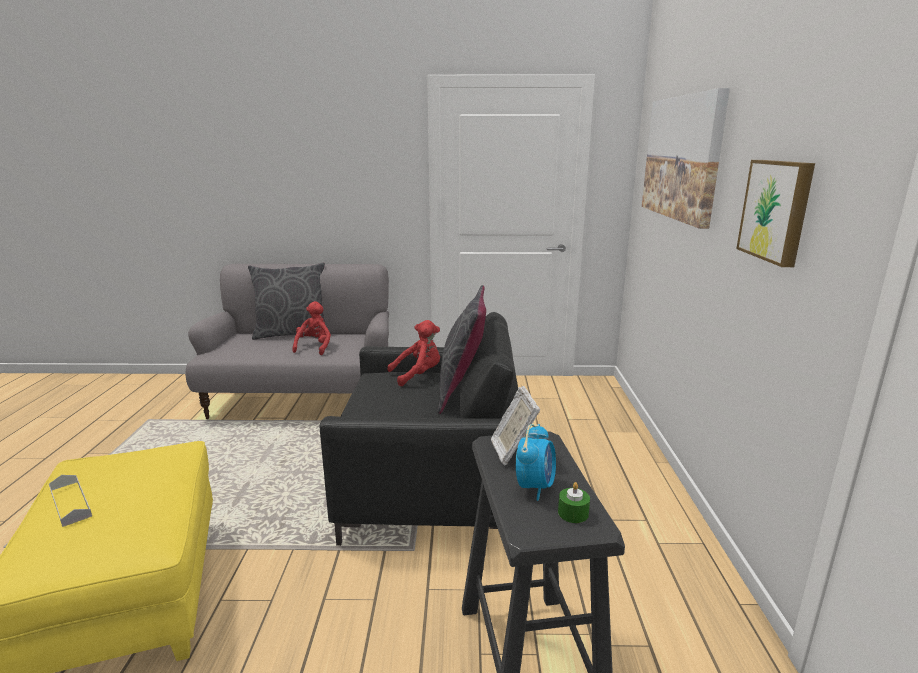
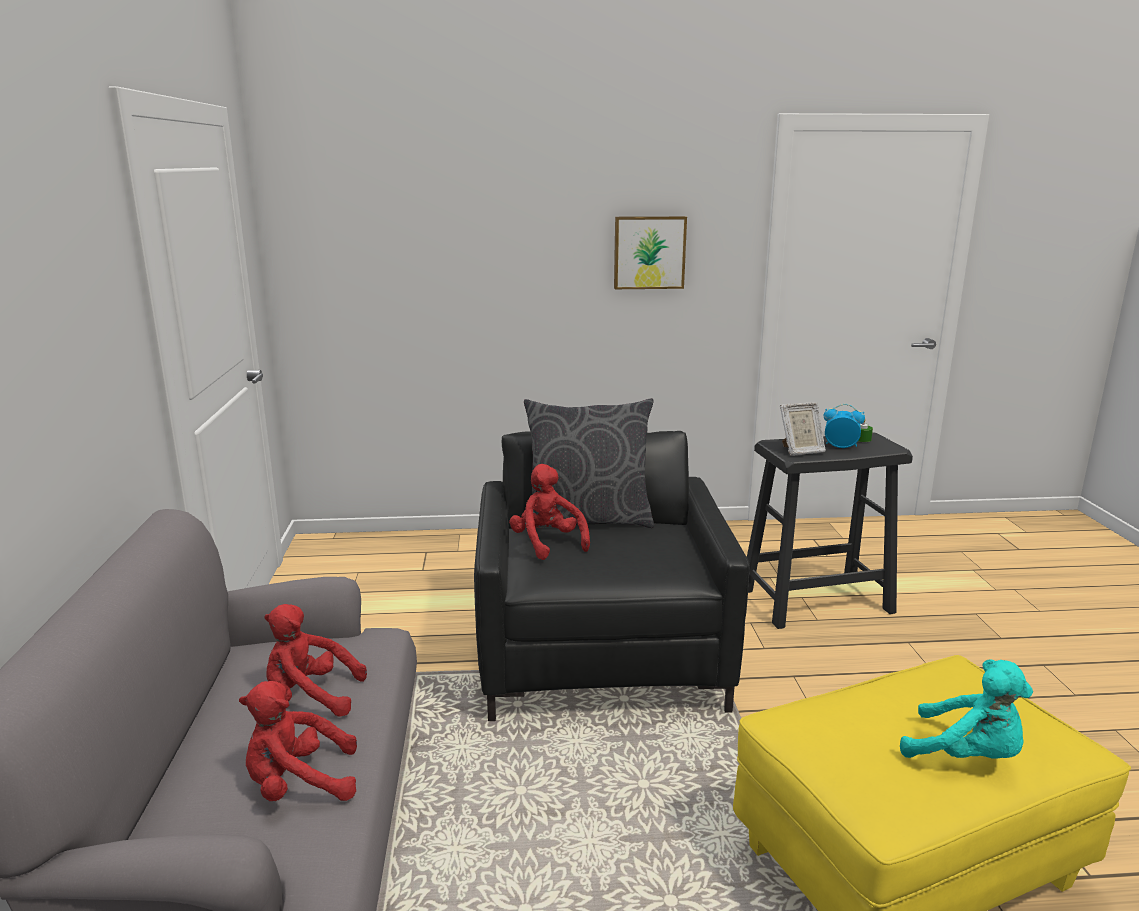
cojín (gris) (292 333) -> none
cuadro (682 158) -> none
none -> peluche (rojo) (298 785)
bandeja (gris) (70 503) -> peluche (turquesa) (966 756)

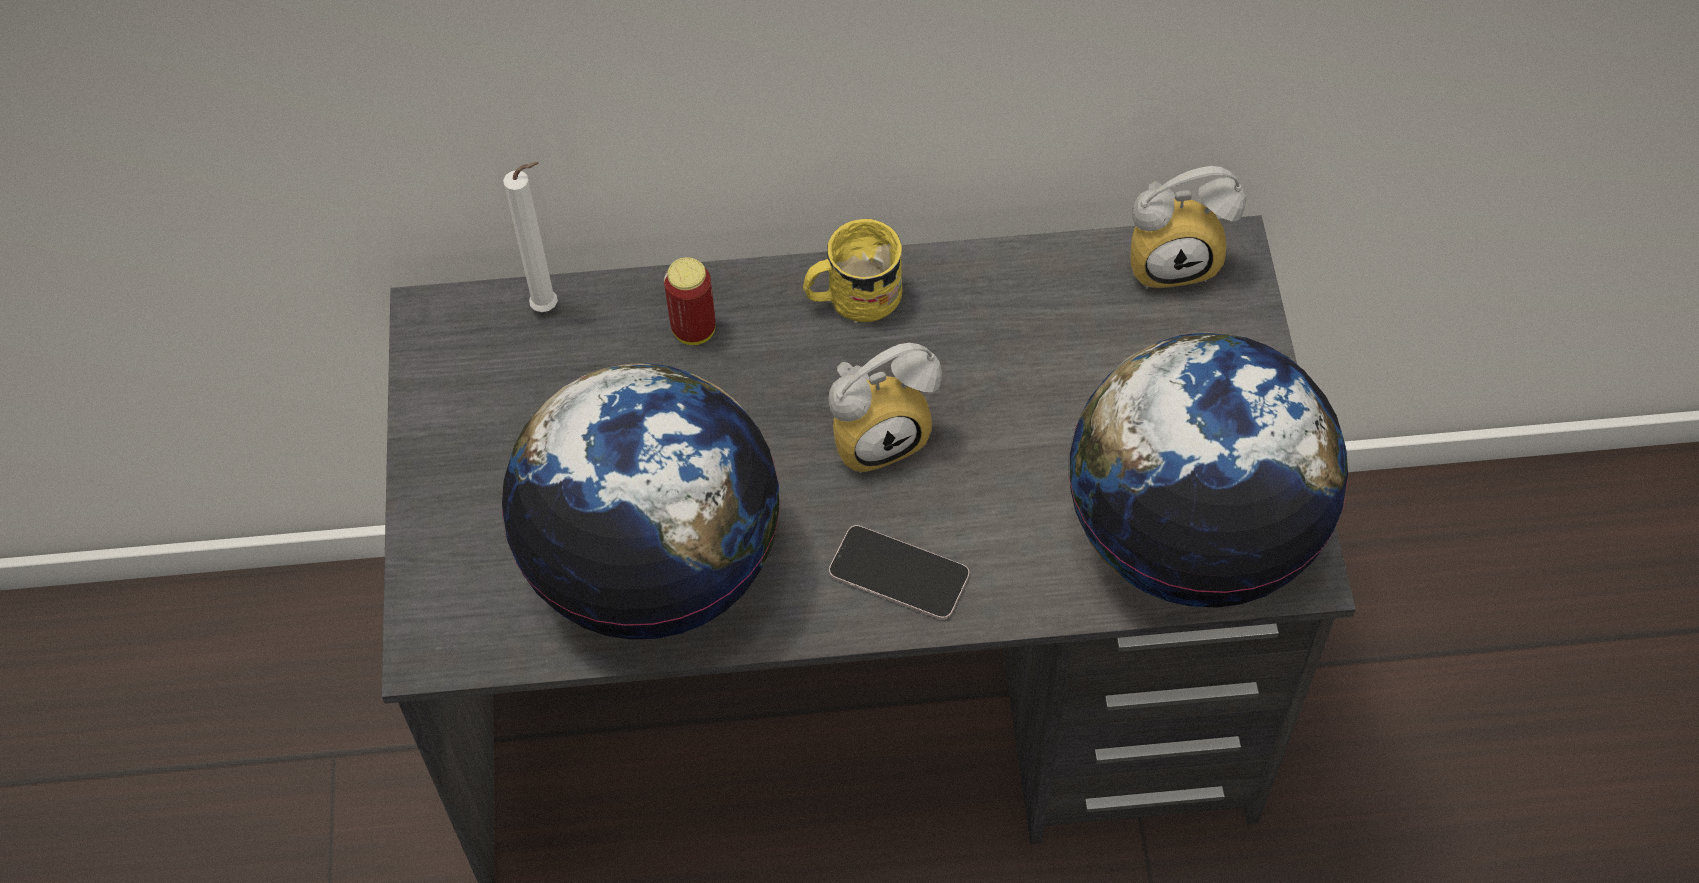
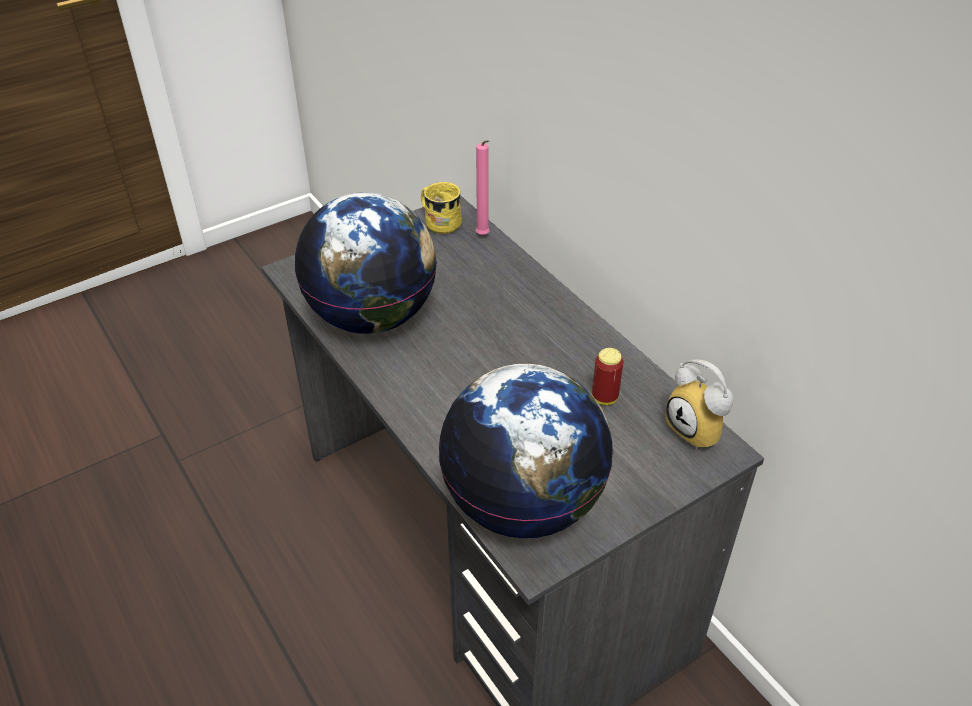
despertador (879 432) -> none
móvil (899 573) -> none
lata (693 330) -> lata (604 397), relocated
taza grande (amarillo) (852 298) -> taza grande (amarillo) (439 222), relocated
vela (blanco) (549 307) -> vela (rosa) (483 236)

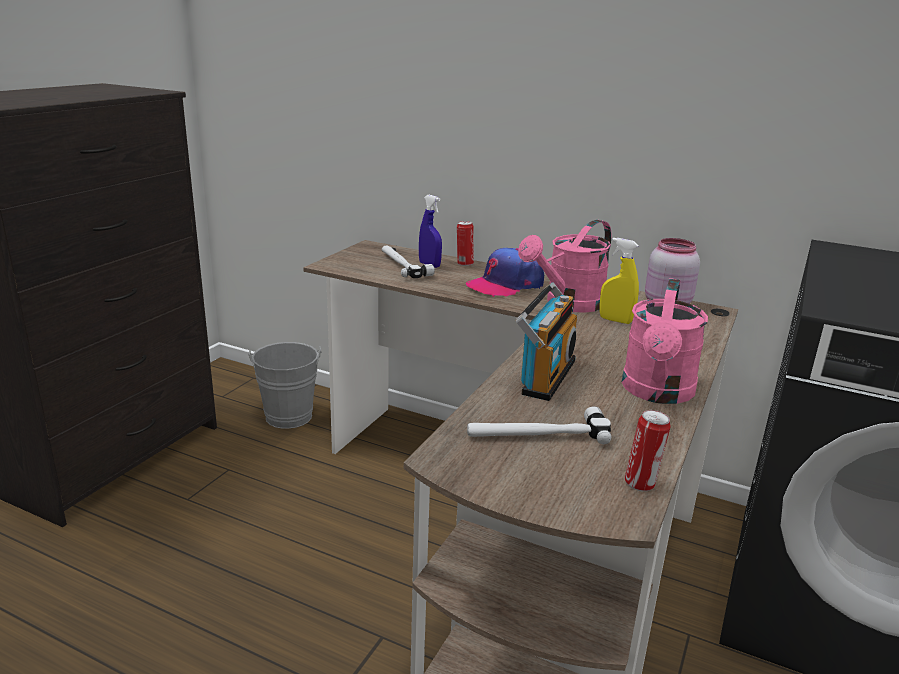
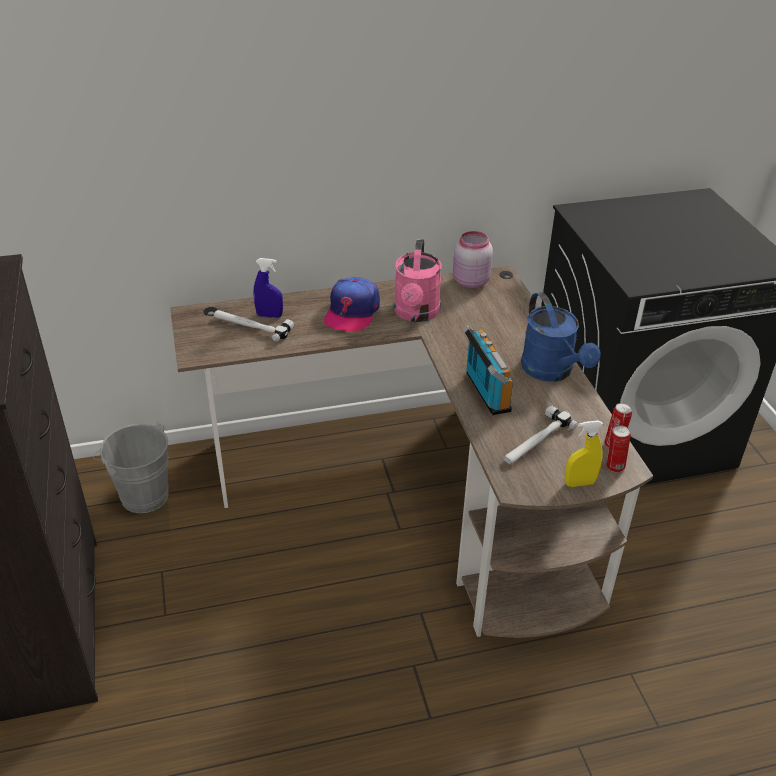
lata (464 264) -> lata (614 467), relocated
pulverizador (amarillo) (615 320) -> pulverizador (amarillo) (579 483), relocated
regadera (rosa) (657 393) -> regadera (azul) (552 372)

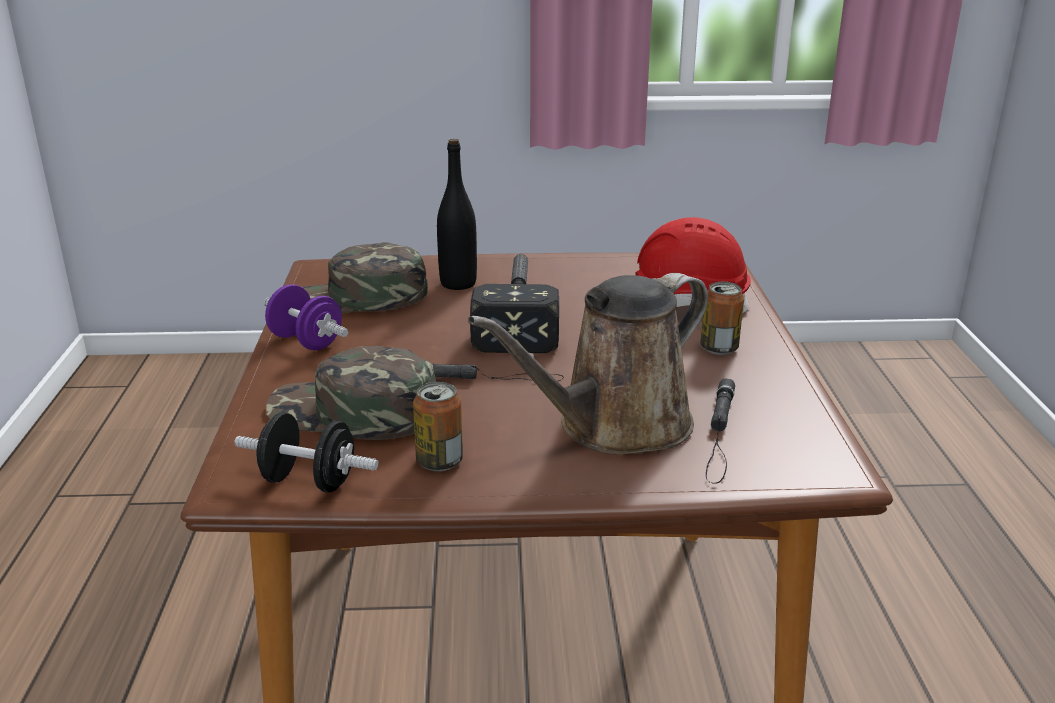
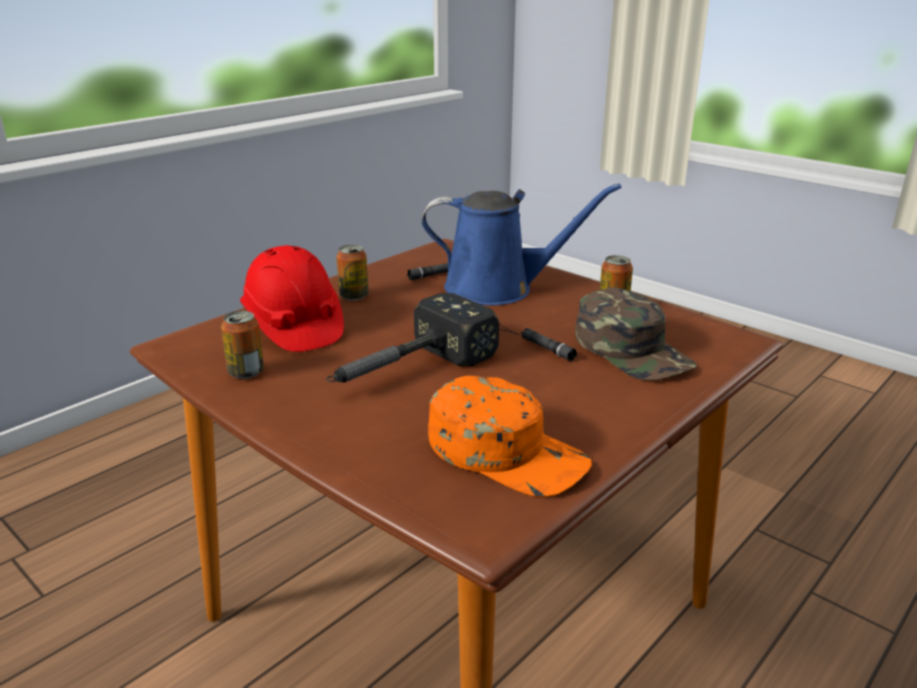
mancuerna (negro) (309 481) -> none
mancuerna (morado) (306 342) -> none
botella (negro) (458 283) -> none
none -> lata (246 372)
gorra (verde) (357 298) -> gorra (naranja) (507 452)
regadera (marrón) (615 427) -> regadera (azul) (498 288)

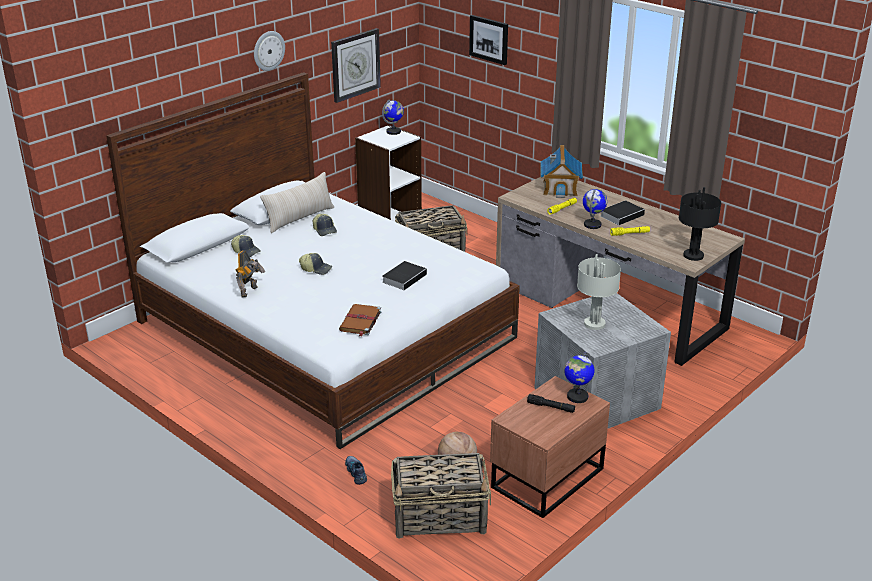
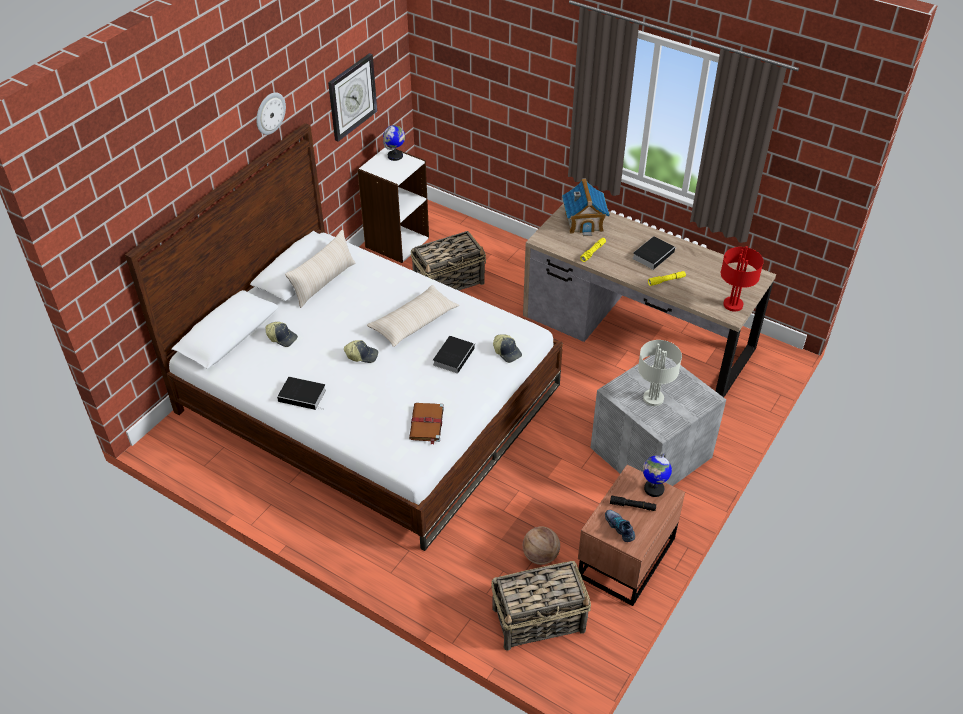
cuadro (489 39) -> none
globo terráqueo (592 225) -> none
none -> cojín (beis) (414 322)
gorra (325 230) -> gorra (507 352), relocated
zapato (356 472) -> zapato (620 527), relocated
robot de juguete (250 292) -> libro (304 395)
lámpara de mesa (negro) (693 256) -> lámpara de mesa (rojo) (733 305)

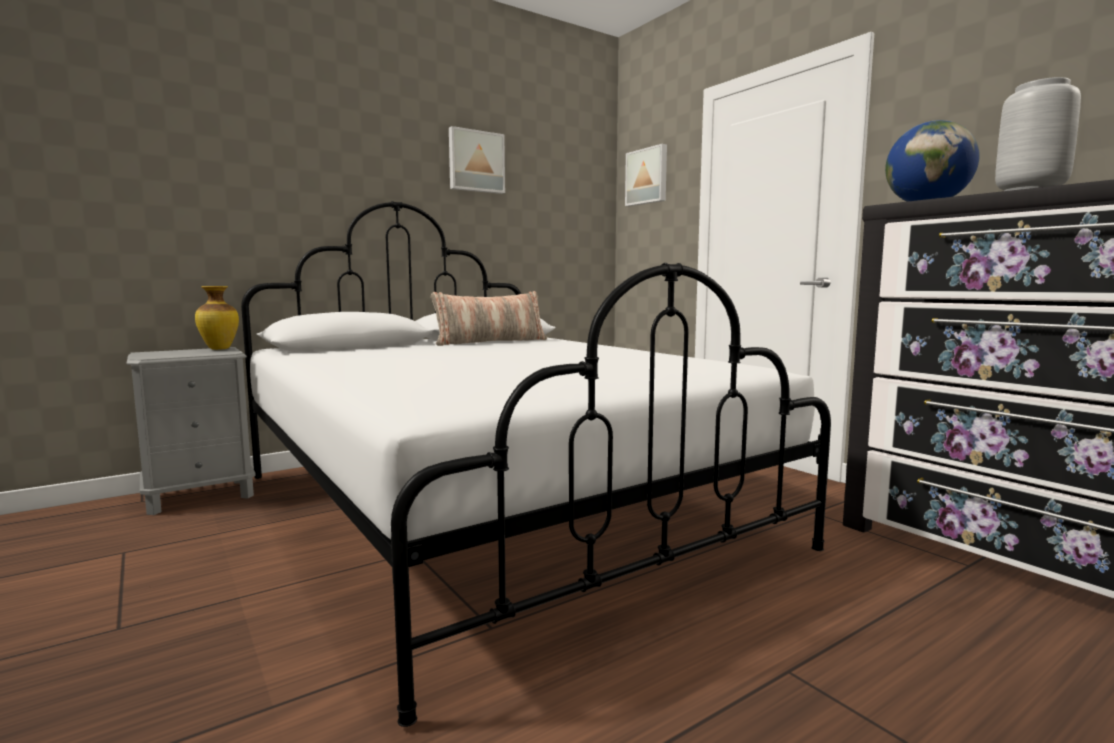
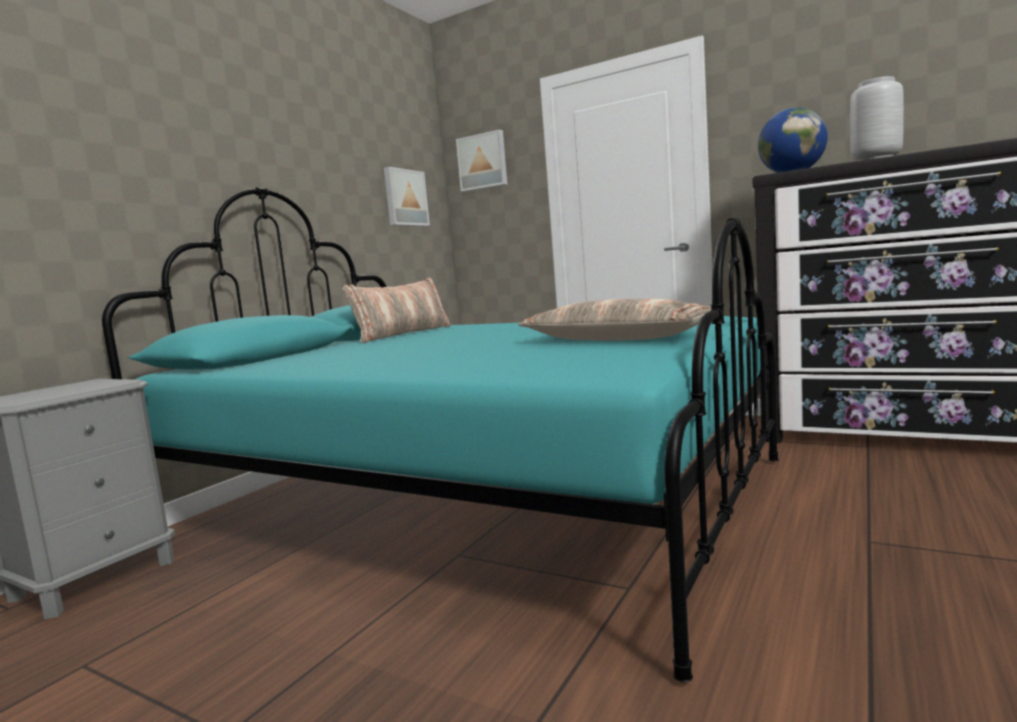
florero (218 349) -> none
none -> cojín (616 339)
cuadro (476 161) -> cuadro (405 198), relocated
cama (blanco) (493 509) -> cama (turquesa) (477 500)

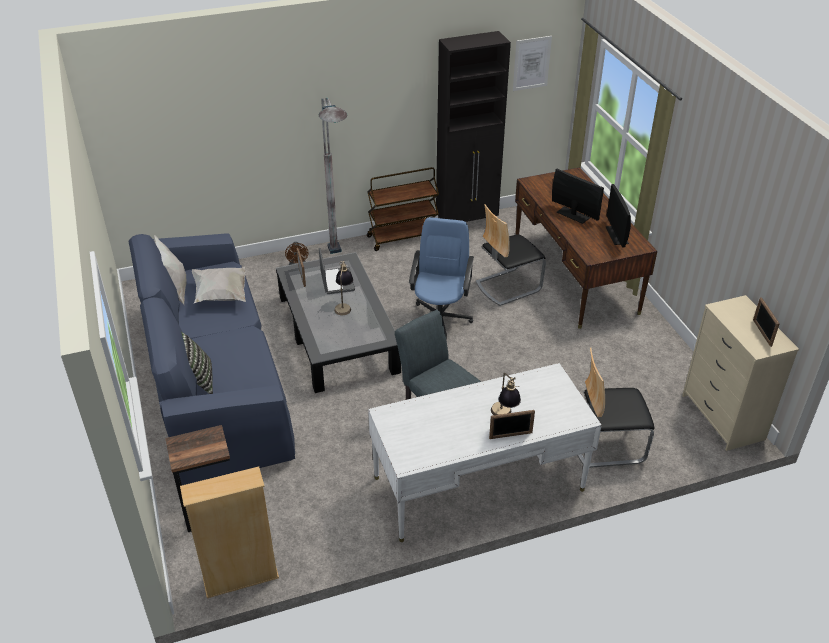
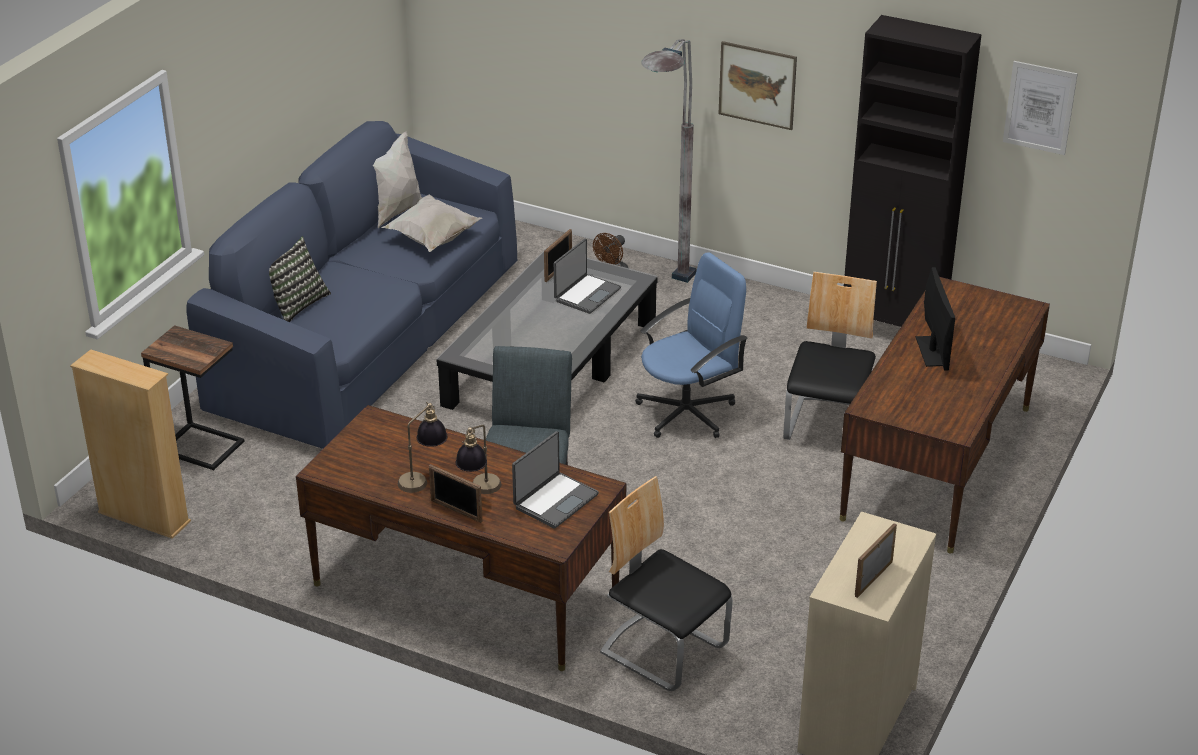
carrito (marrón) (403 237) -> none
monitor (616 235) -> none
none -> portátil (555 500)
none -> cuadro (757 85)
lámpara de mesa (344 305) -> lámpara de mesa (423 478), relocated
escritorio (blanco) (479 484) -> escritorio (marrón) (465 590)
silla (508 286) -> silla (828 425), 90 degrees clockwise

